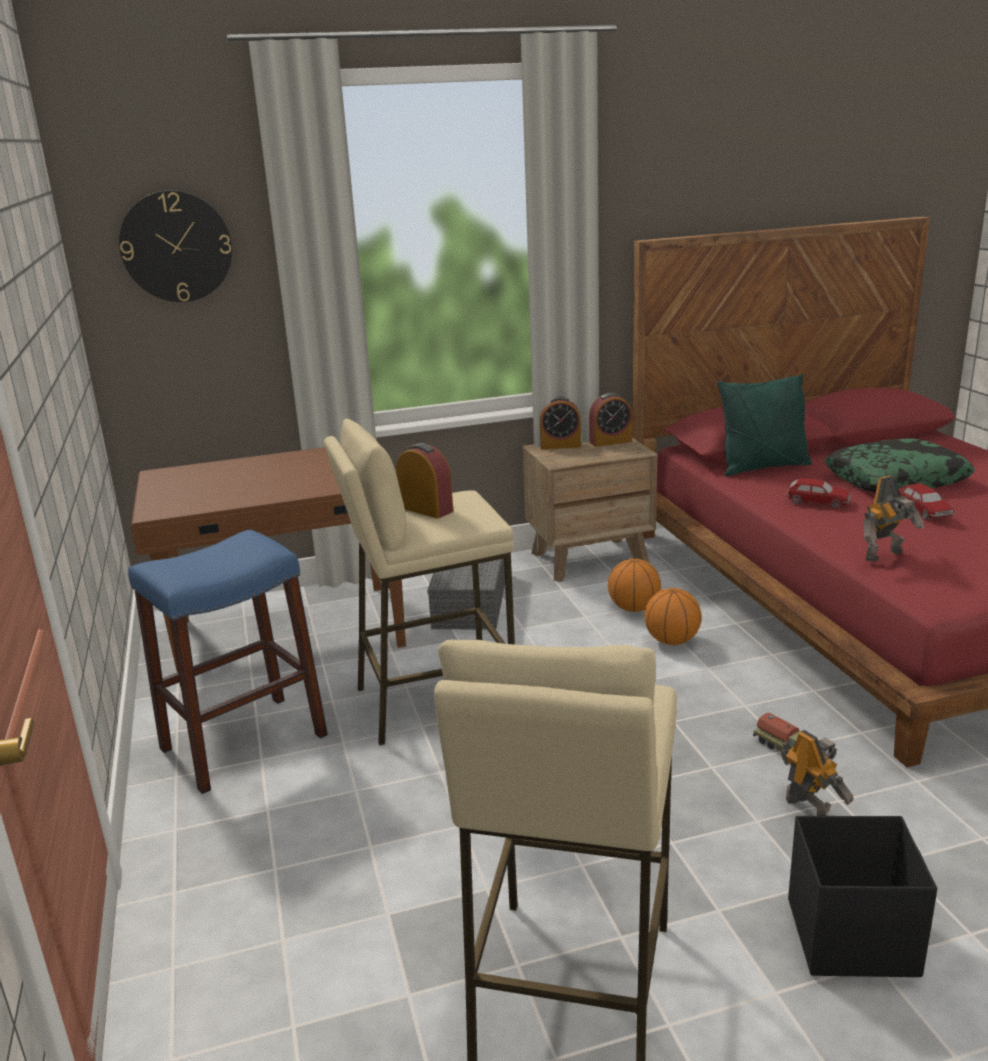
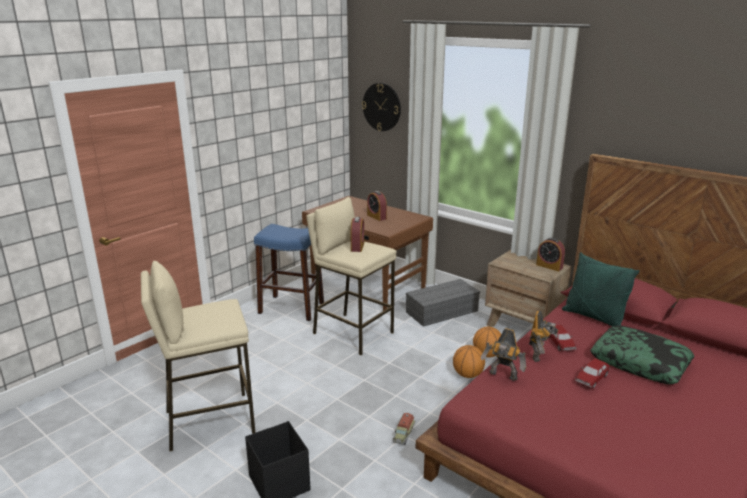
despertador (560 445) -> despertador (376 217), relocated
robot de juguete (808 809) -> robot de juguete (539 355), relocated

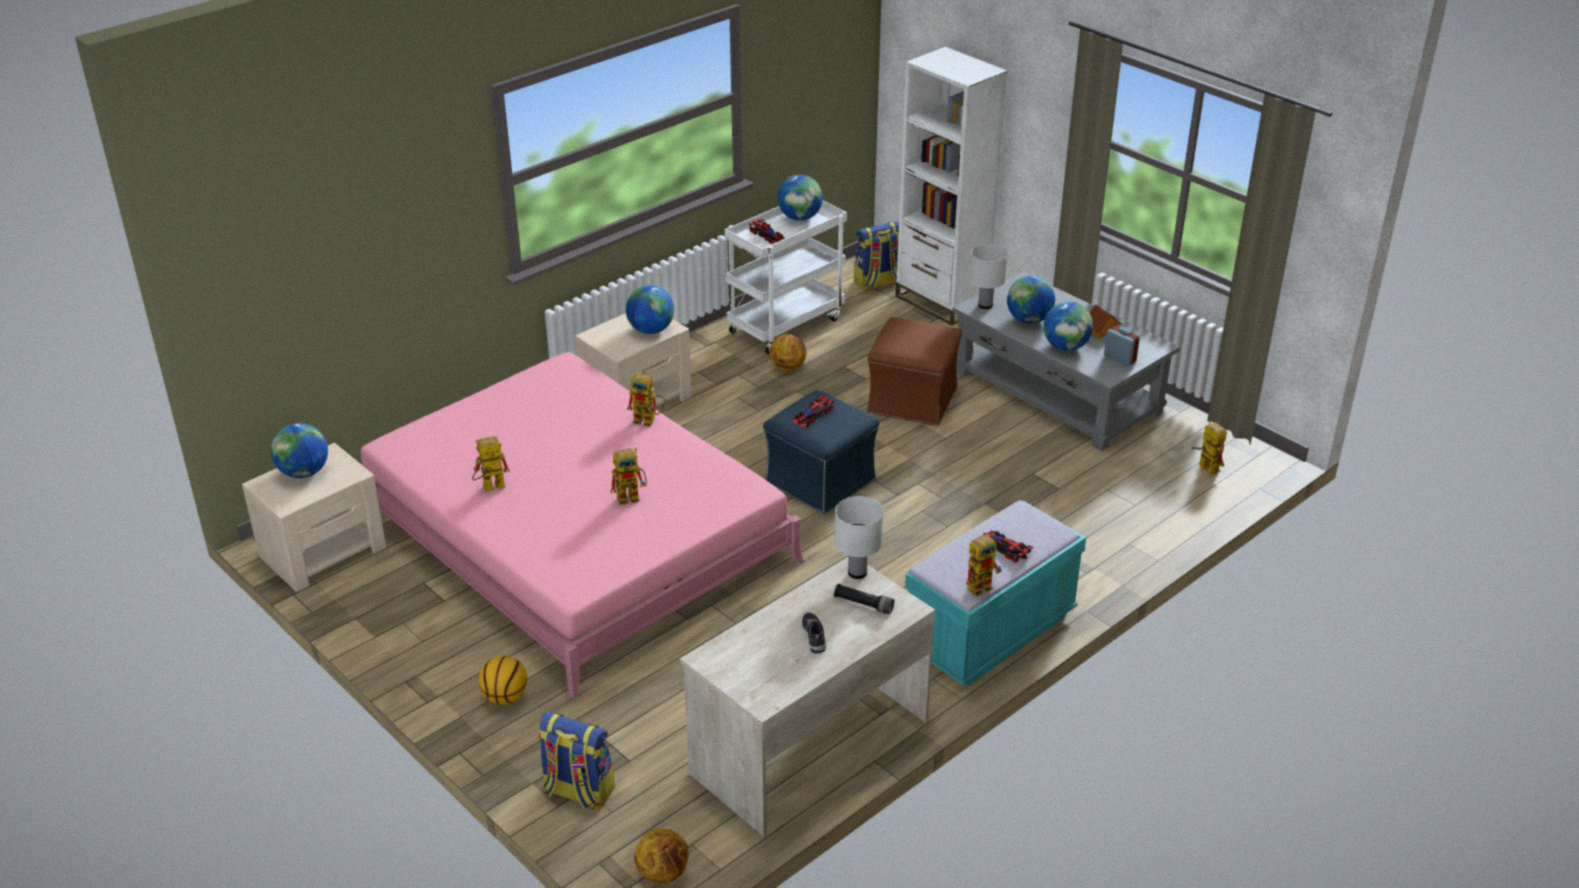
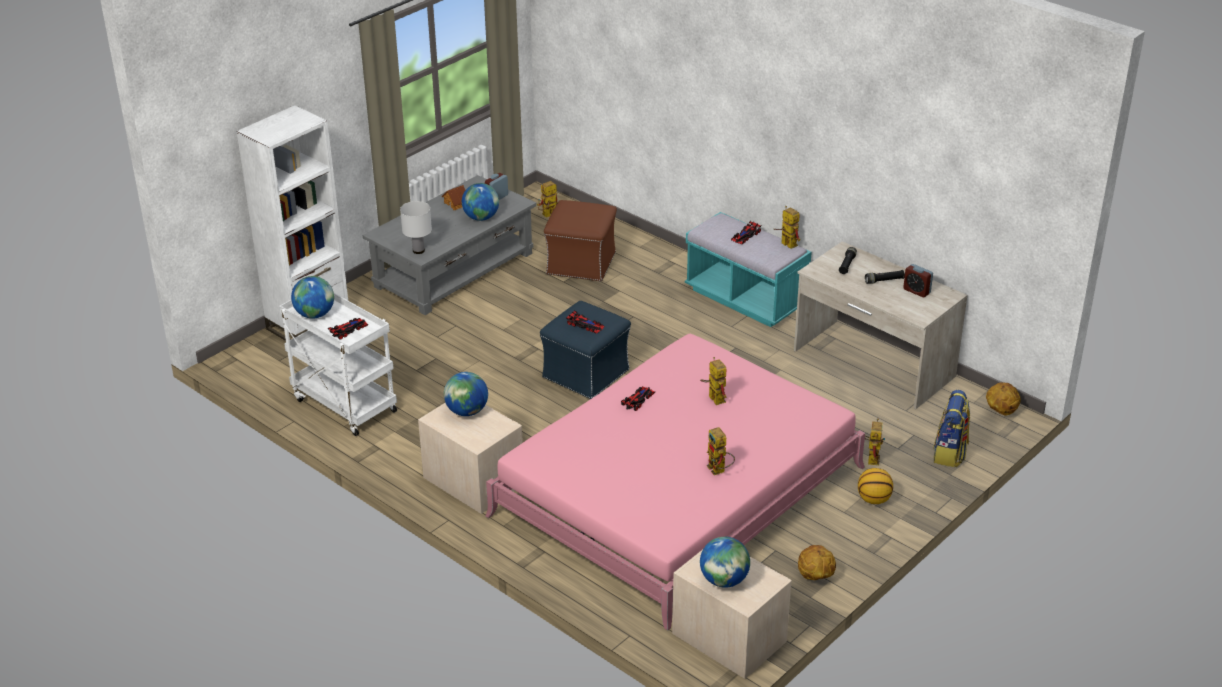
lámpara de mesa (blanco) (857 572) -> none
mochila (877 283) -> none
globo terráqueo (1028 320) -> none
none -> coche de juguete (638 400)
none -> despertador (916 291)
robot de juguete (649 421) -> robot de juguete (872 457), relocated
balón de baloncesto (788 367) -> balón de baloncesto (815 576), relocated
puf (marrón) (912 401) -> puf (marrón) (582 263), relocated
zapato (814 636) -> linterna (negro) (884 281)

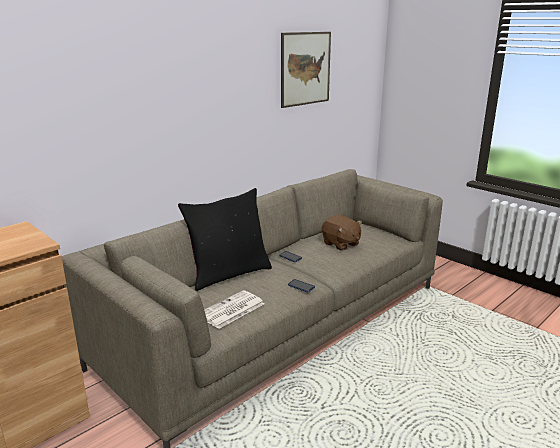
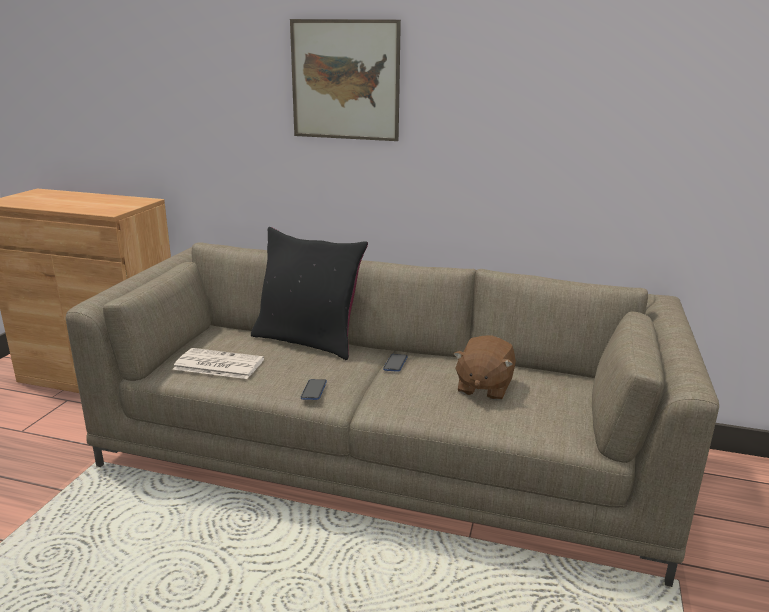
cuadro (305 69) -> cuadro (345 80), relocated

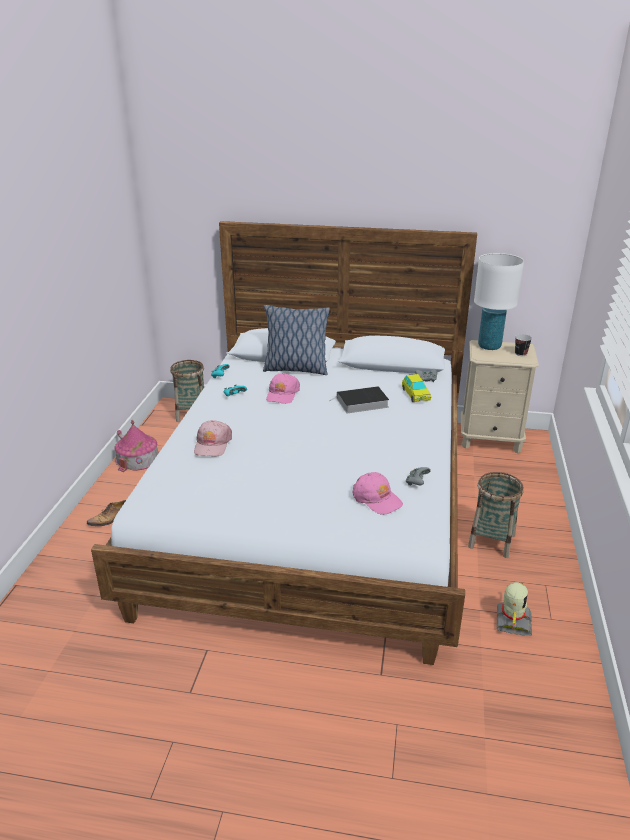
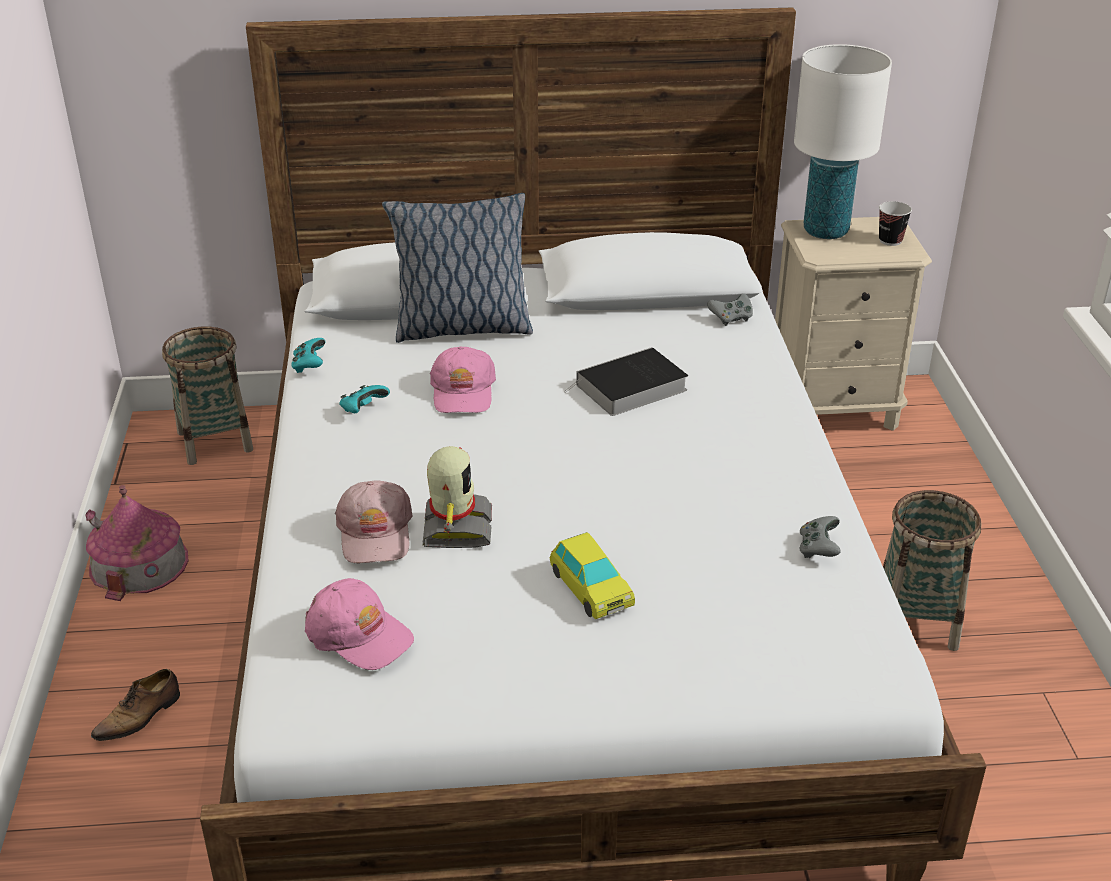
gorra (rosa) (377 498) -> gorra (rosa) (358 634), relocated
coche de juguete (415 395) -> coche de juguete (591 589), relocated
robot de juguete (512 621) -> robot de juguete (455 528), relocated

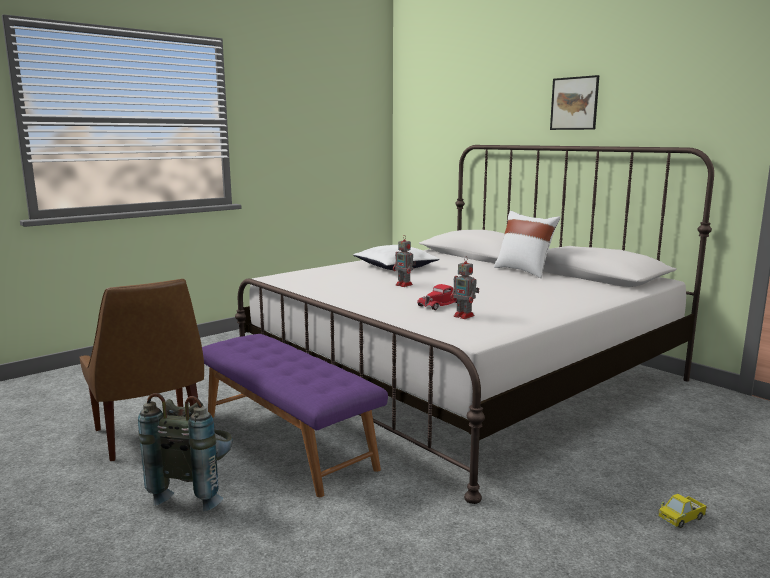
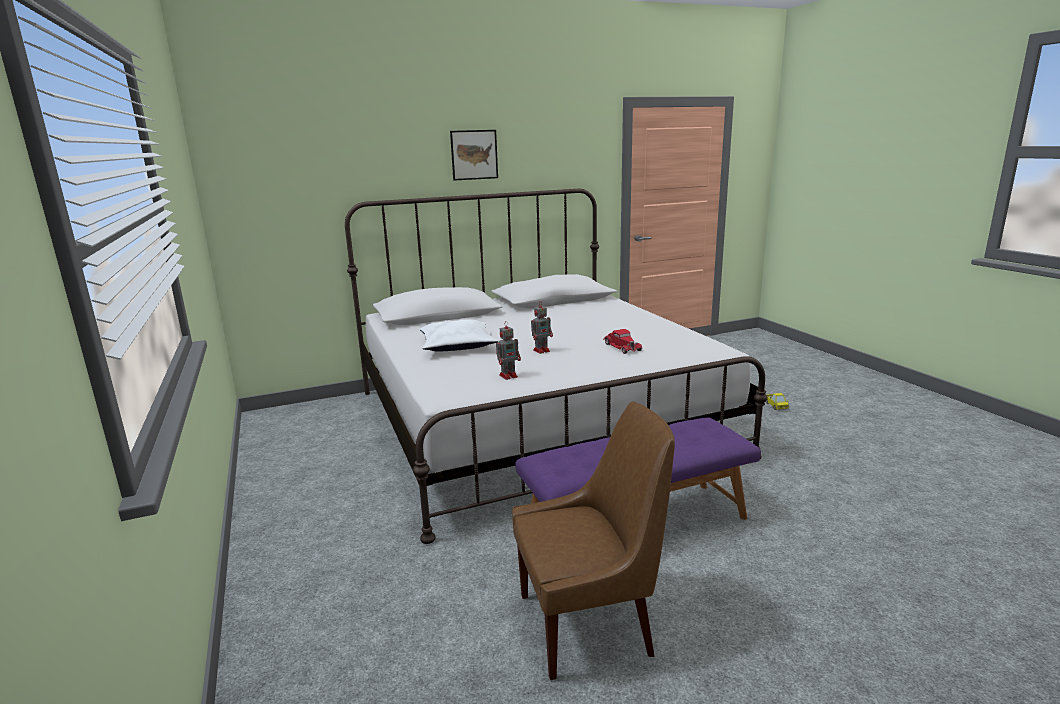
mochila (gris) (196 490) -> none
cojín (blanco) (524 271) -> none
robot de juguete (464 316) -> robot de juguete (509 375), relocated

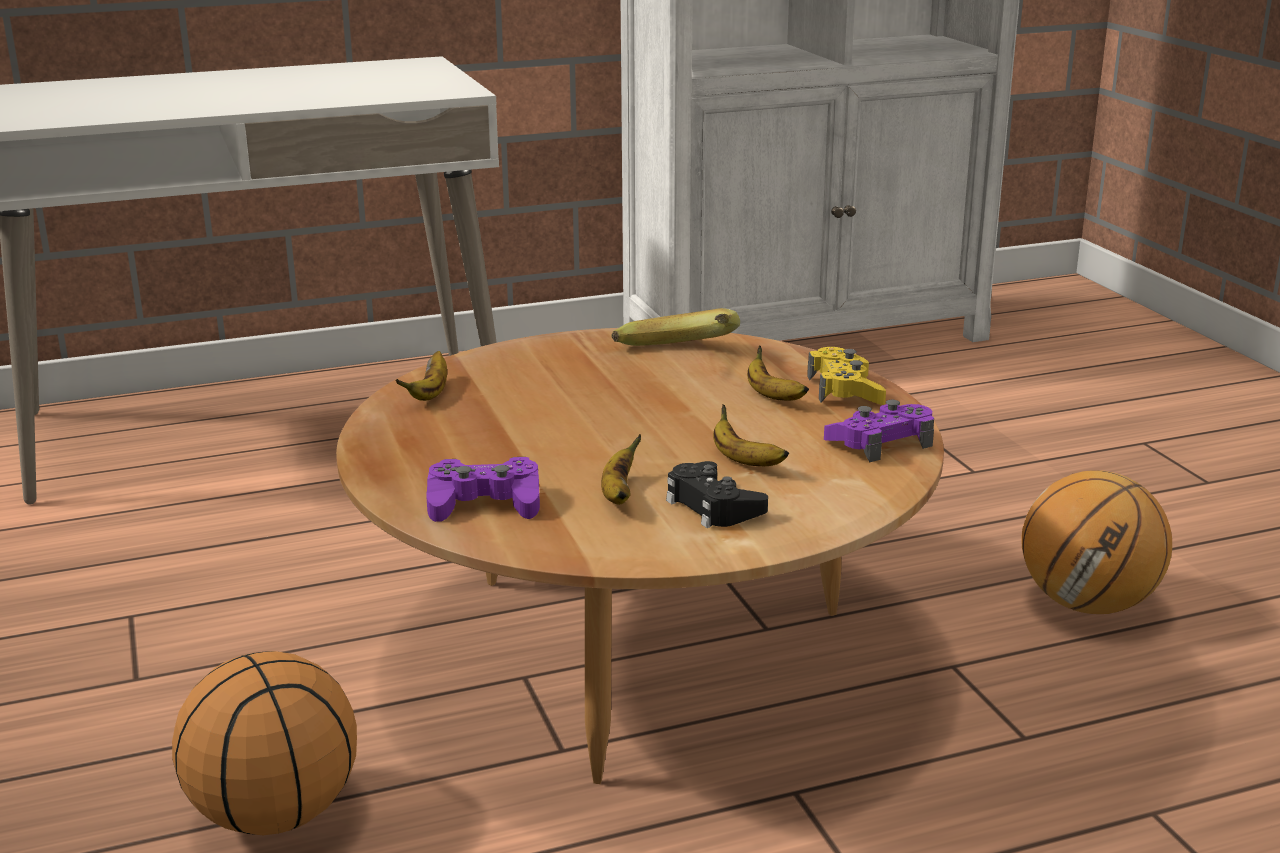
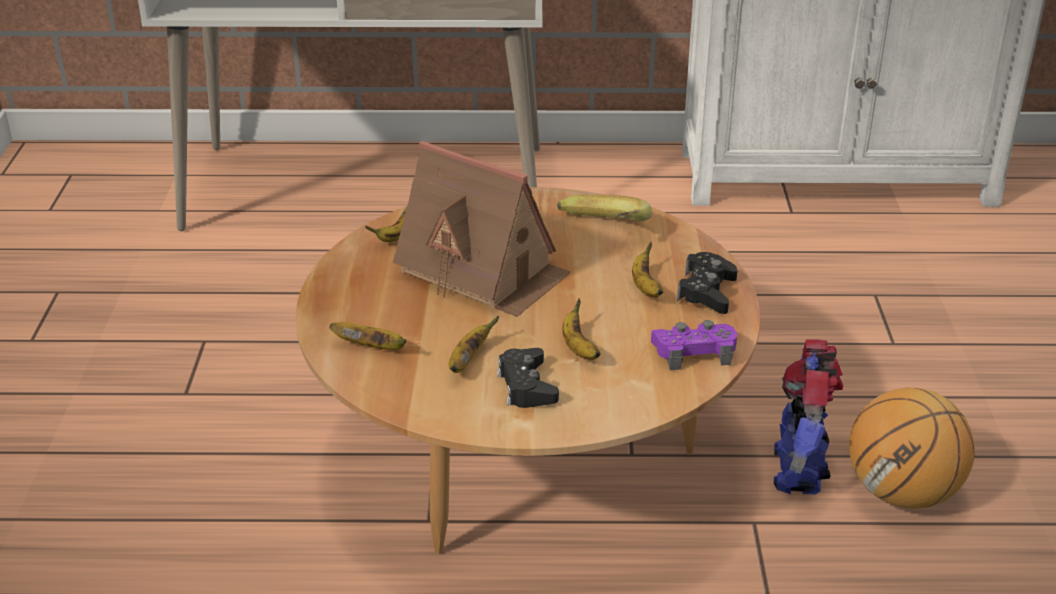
balón de baloncesto (276 813) -> none
none -> casita (482 272)
none -> robot de juguete (799 469)
mando de consola (morado) (484 503) -> plátano (372 348)
mando de consola (amarillo) (845 390) -> mando de consola (negro) (706 292)

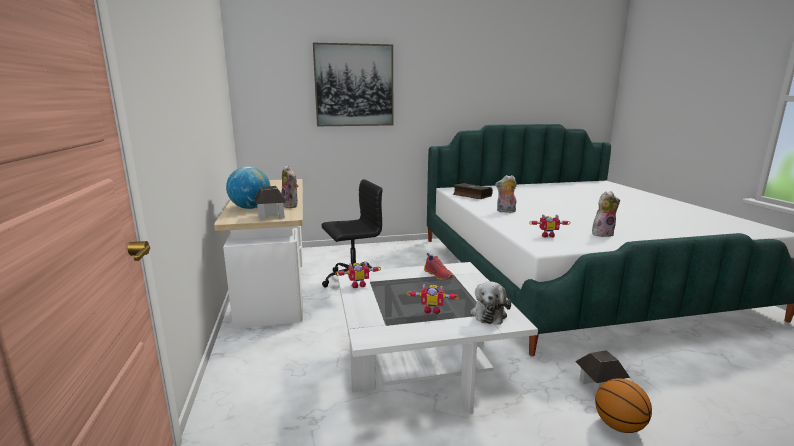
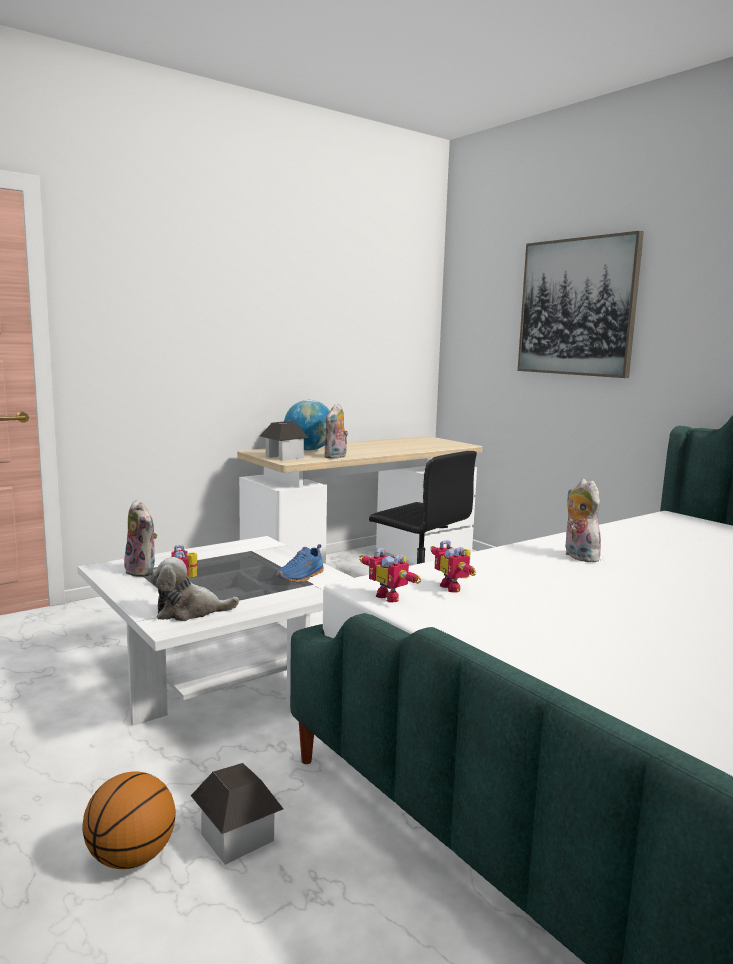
libro (471 195) -> none
robot de juguete (358 285) -> robot de juguete (391 596), relocated
peluche (602 233) -> peluche (143 571), relocated
zapato (rojo) (439 275) -> zapato (azul) (301 577)

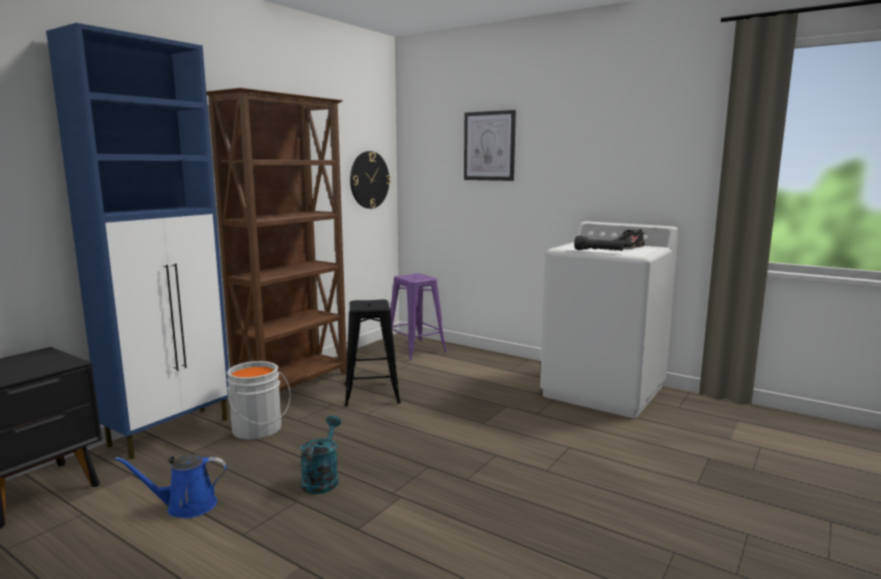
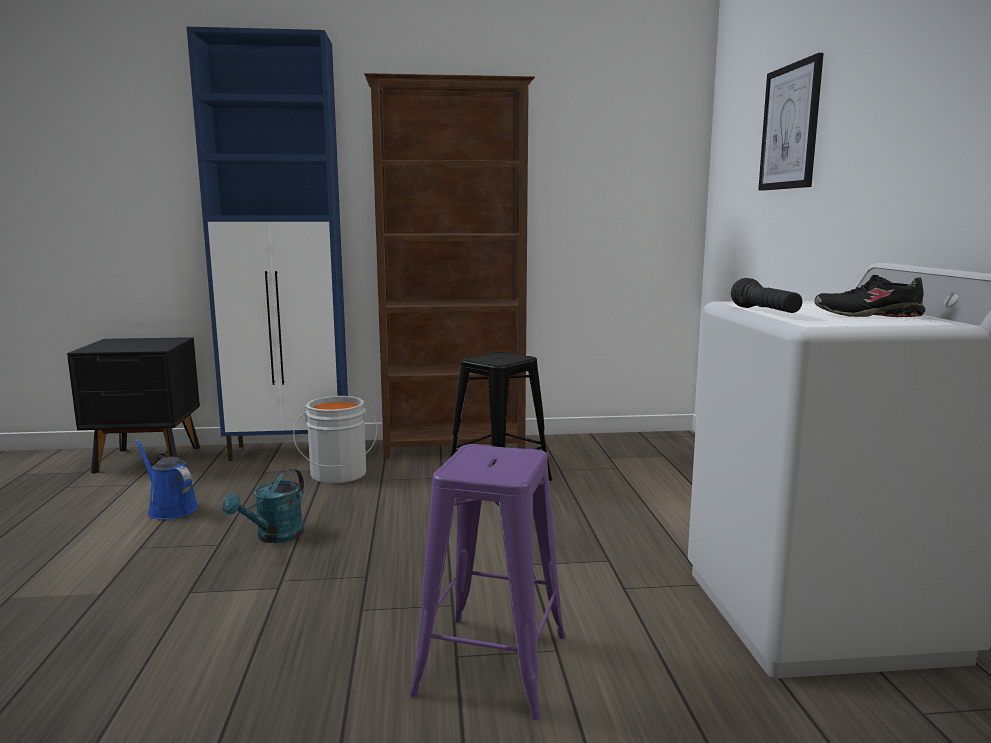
reloj de pared (369 180) -> none
taburete (morado) (416 350) -> taburete (morado) (492 664), relocated
regadera (turquesa) (322 479) -> regadera (turquesa) (274 537), 150 degrees clockwise

